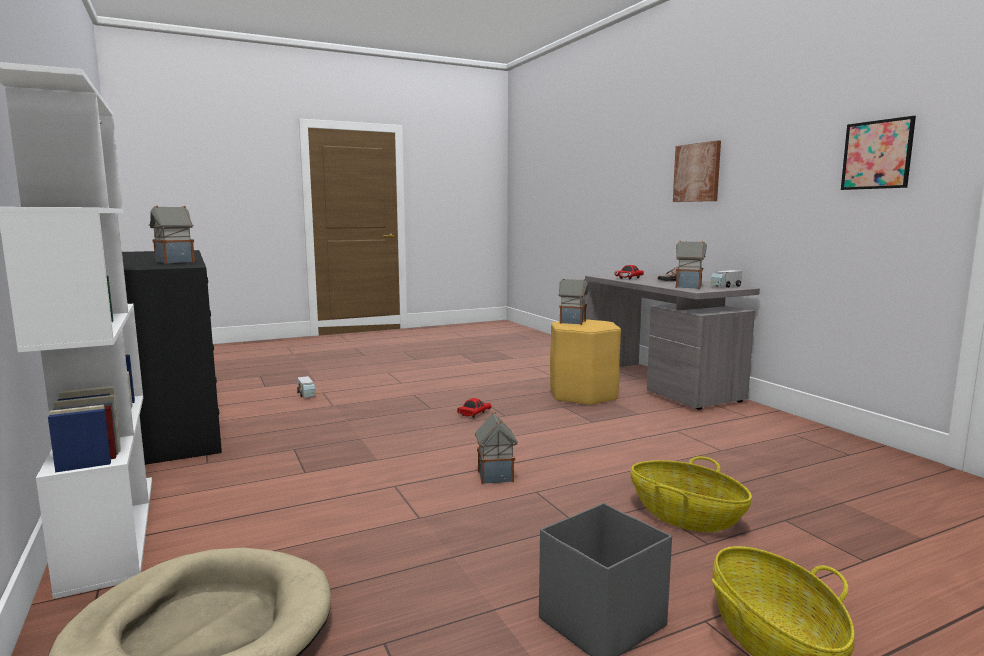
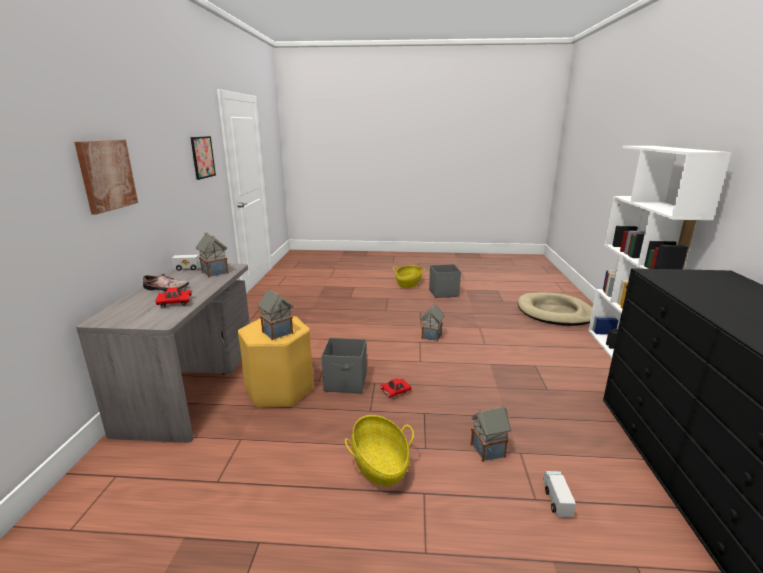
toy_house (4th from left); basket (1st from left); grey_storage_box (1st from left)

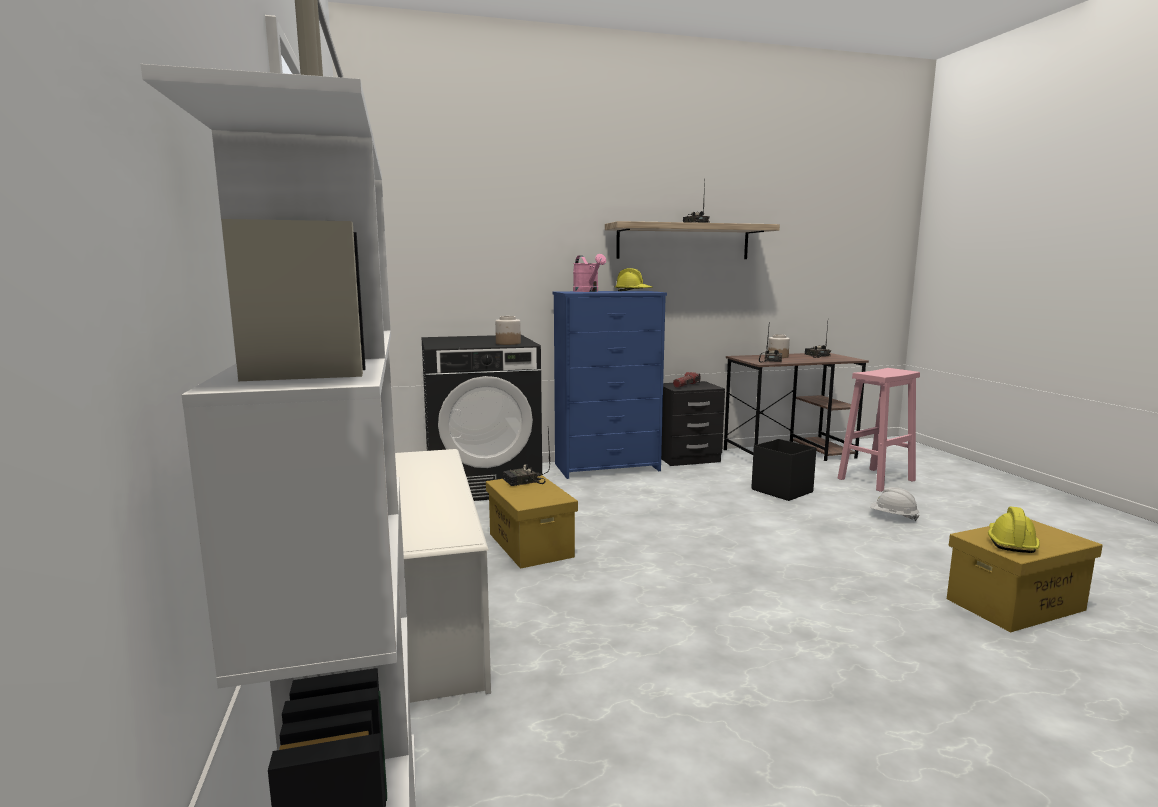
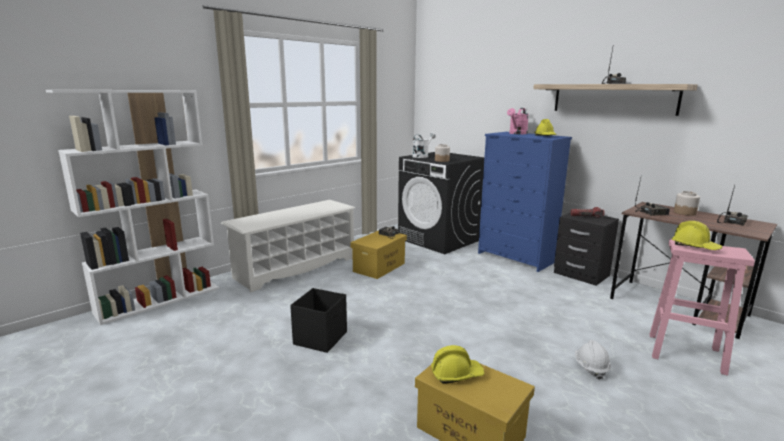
black_storage_box; white_watering_can; yellow_hard_hat (3rd from left)

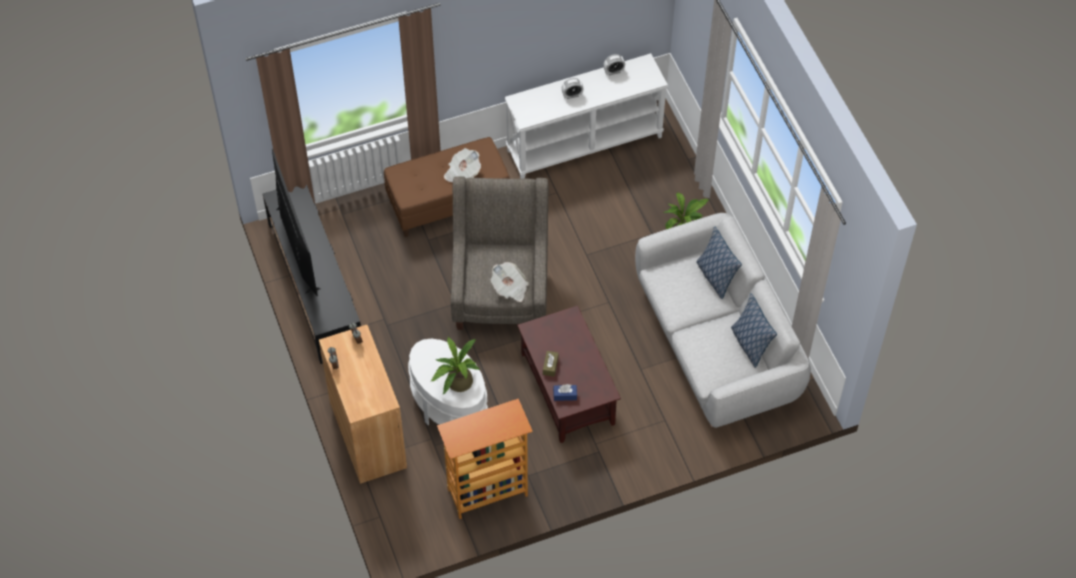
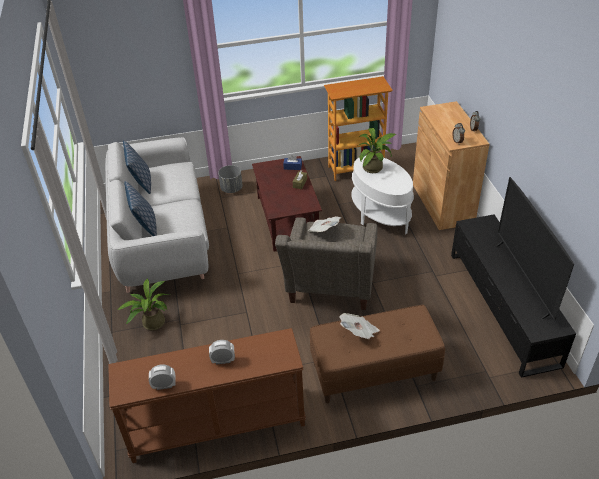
brown_console_table; grey_planter

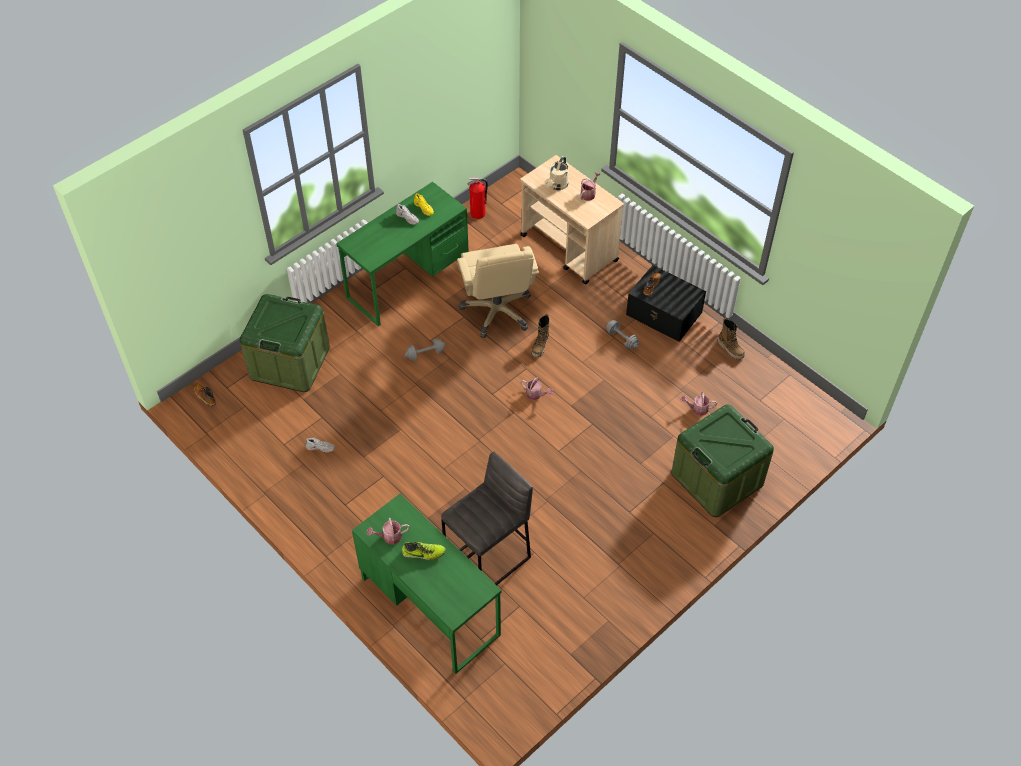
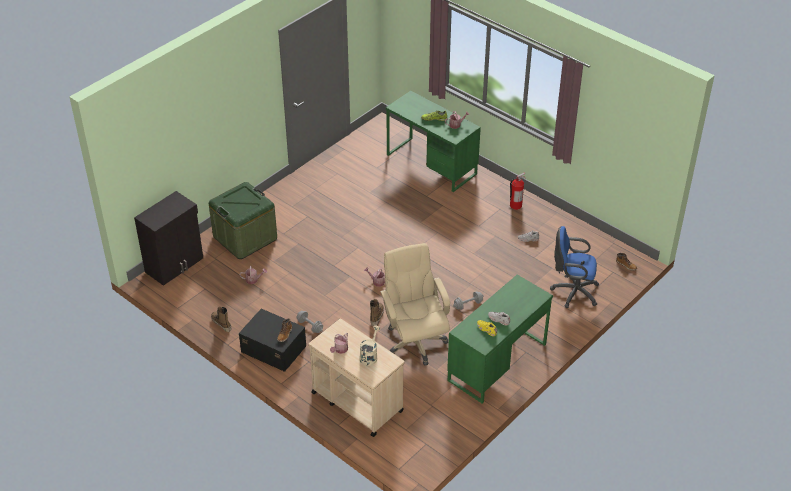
blue_office_chair; grey_stool; fire_extinguisher; black_cabinet

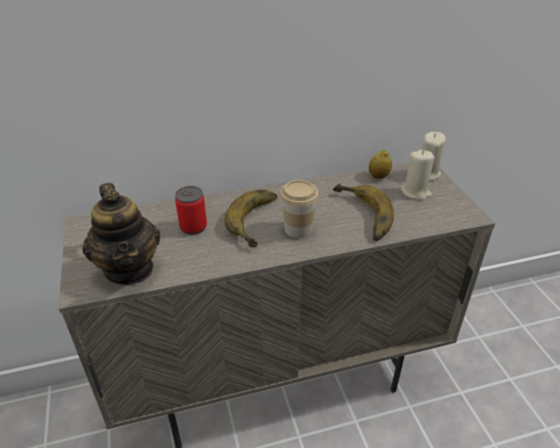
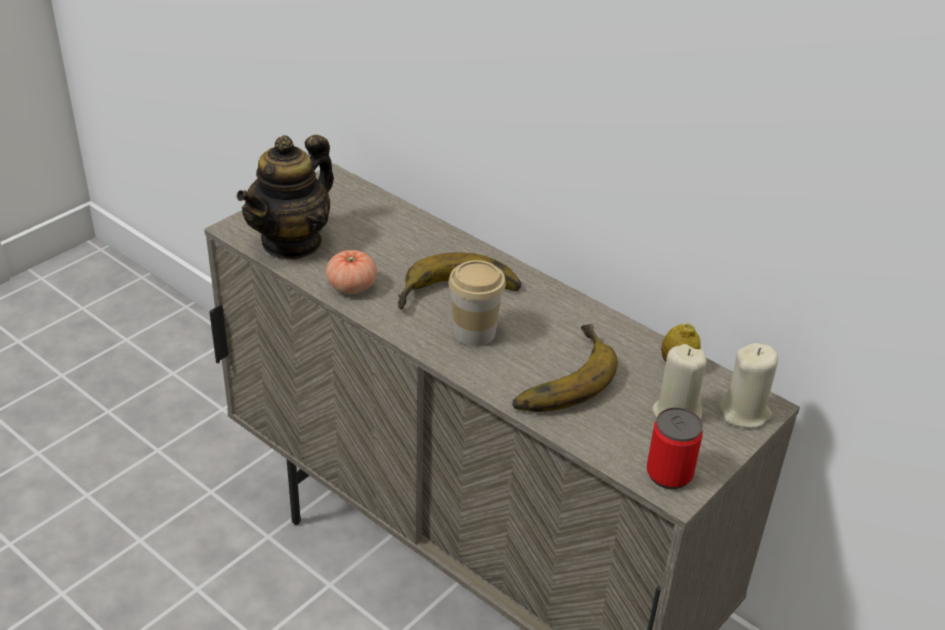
can; tomato

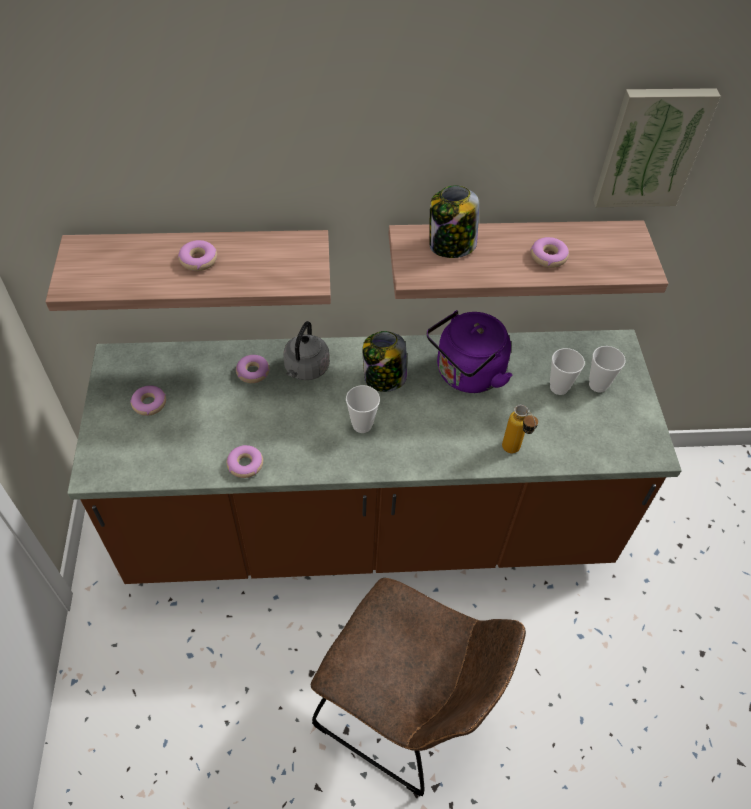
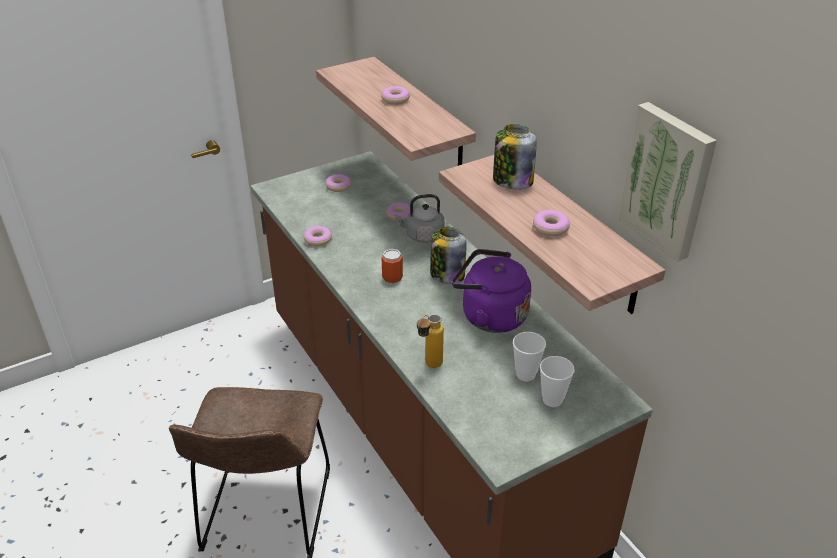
can

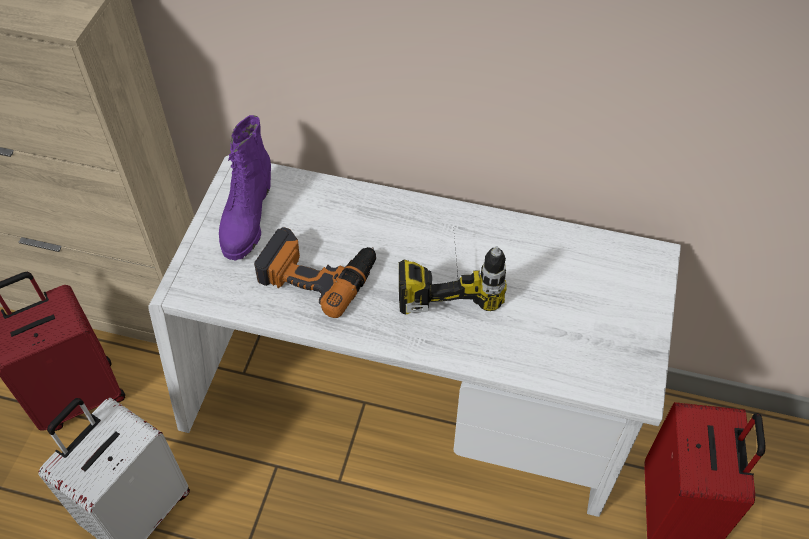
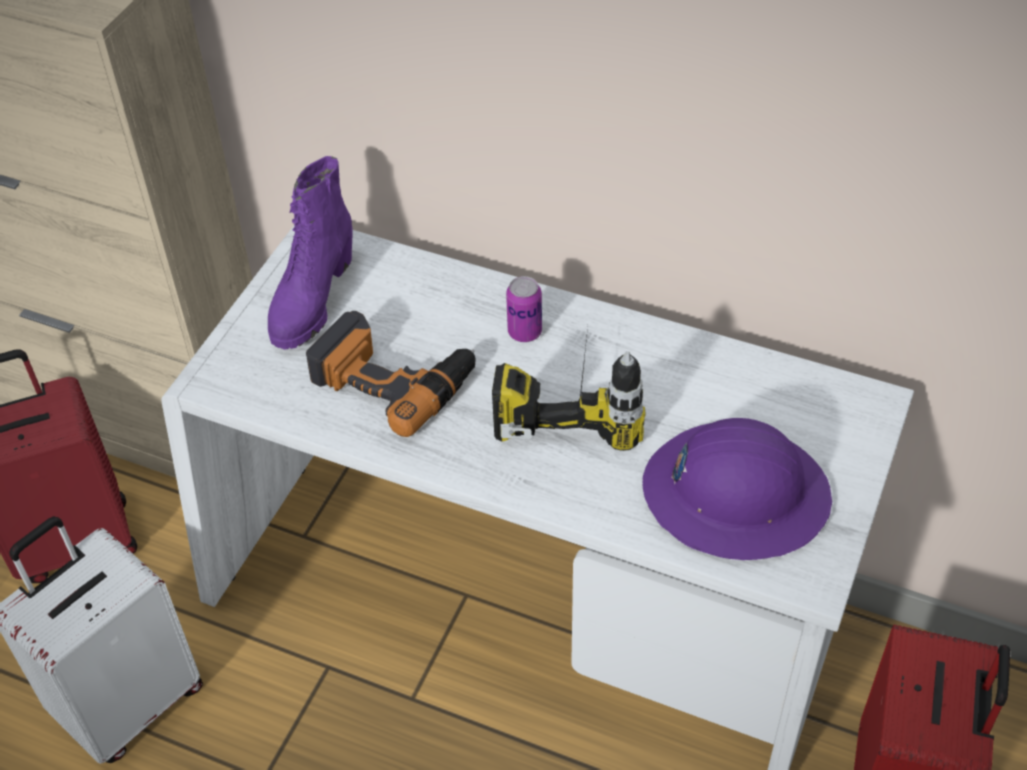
can; purple_hard_hat

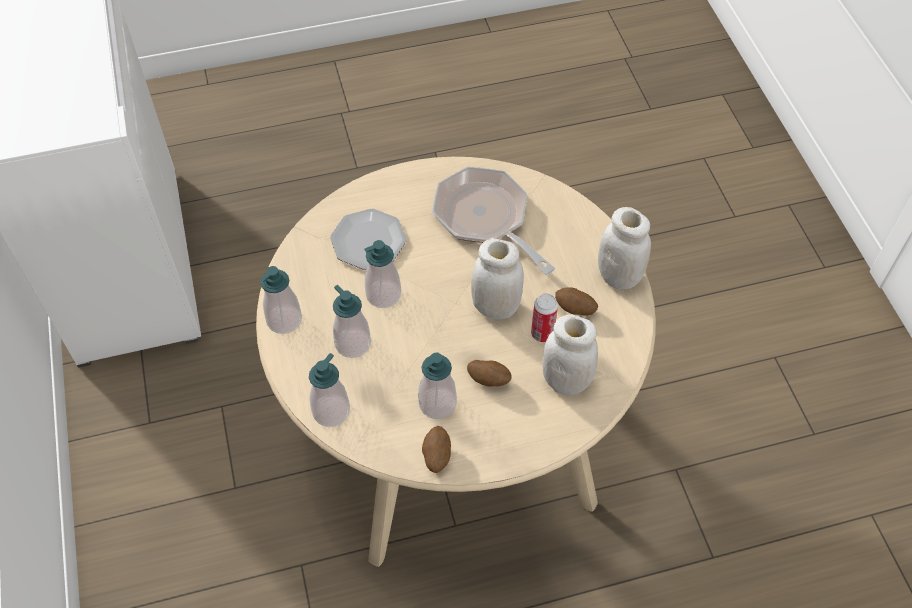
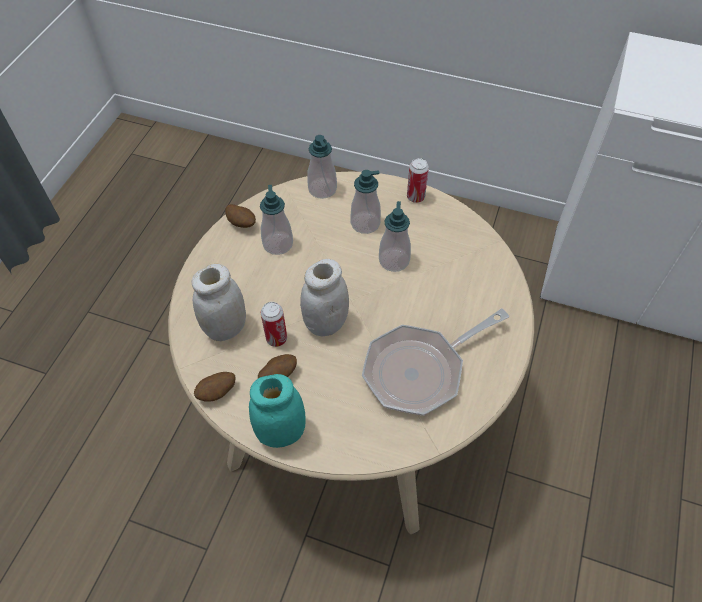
can (2nd from left); plate; frying_pan; potato (1st from left); turquoise_jar

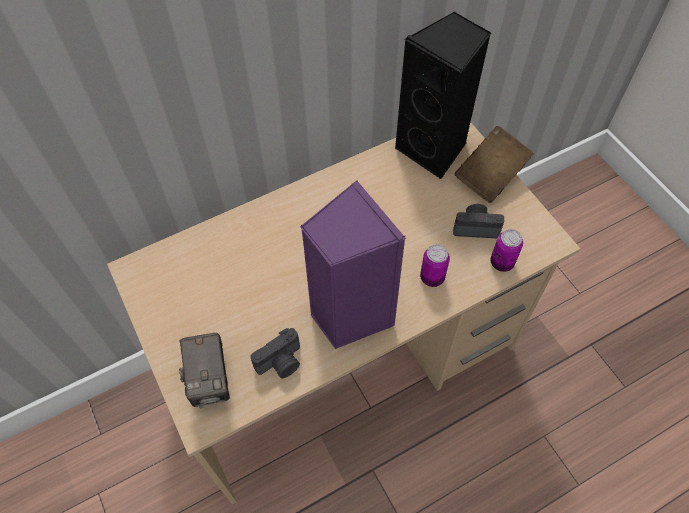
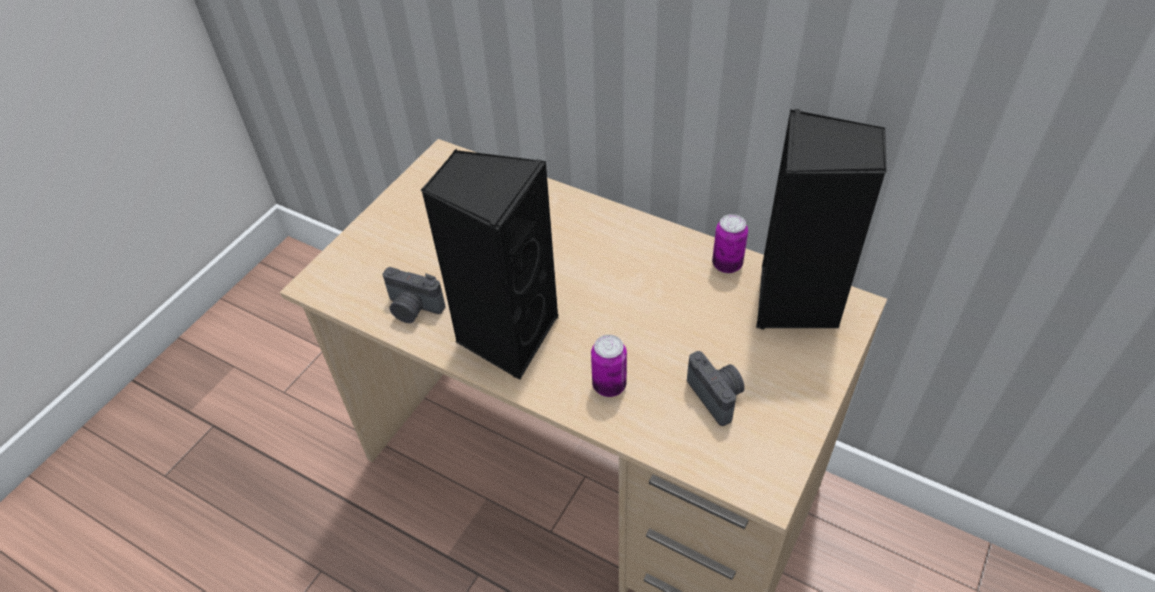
photo_camera (1st from left in the first image); black_speaker (1st from left); brown_book; can (2nd from left)

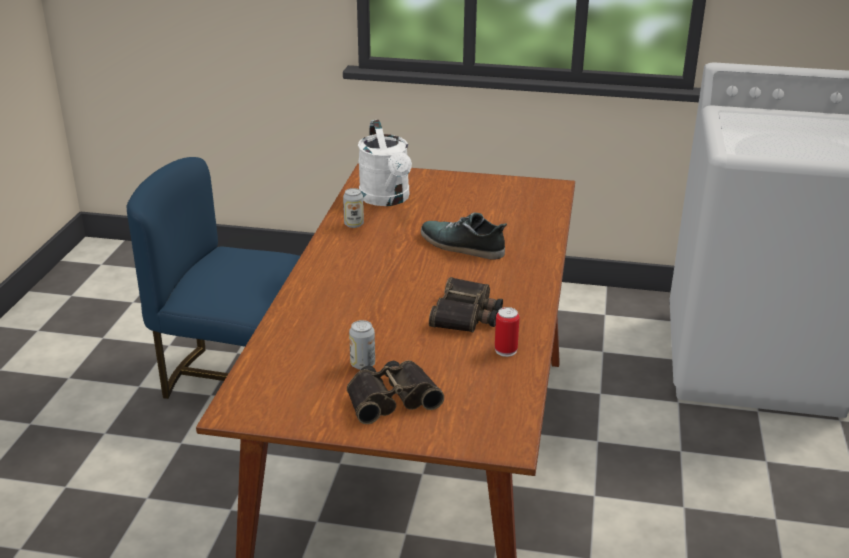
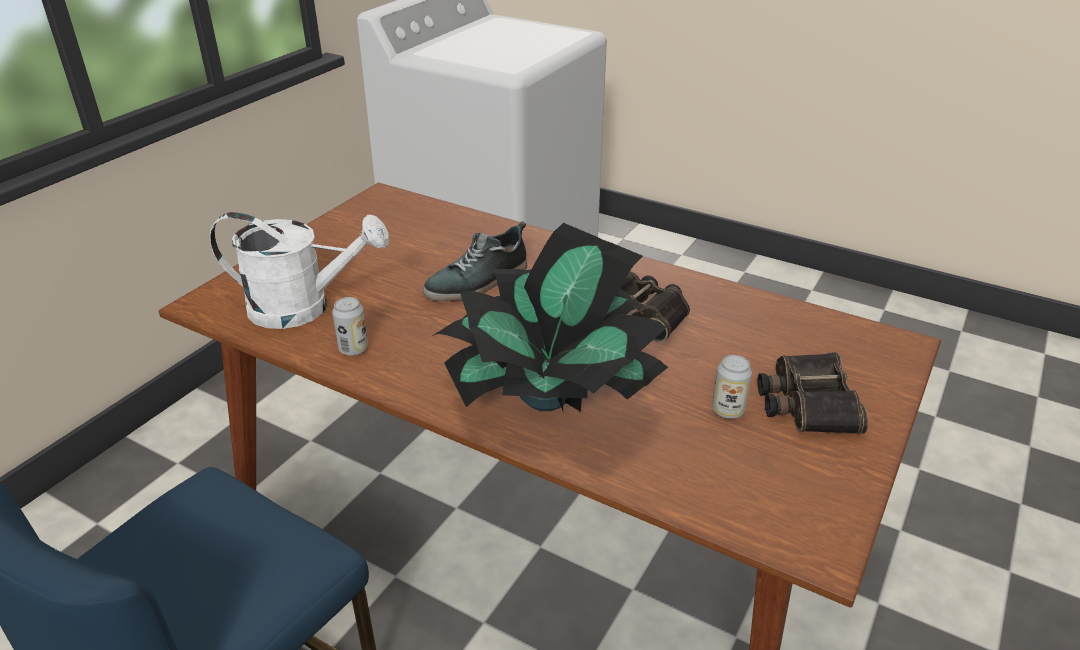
can (3rd from left in the first image); potted_plant

